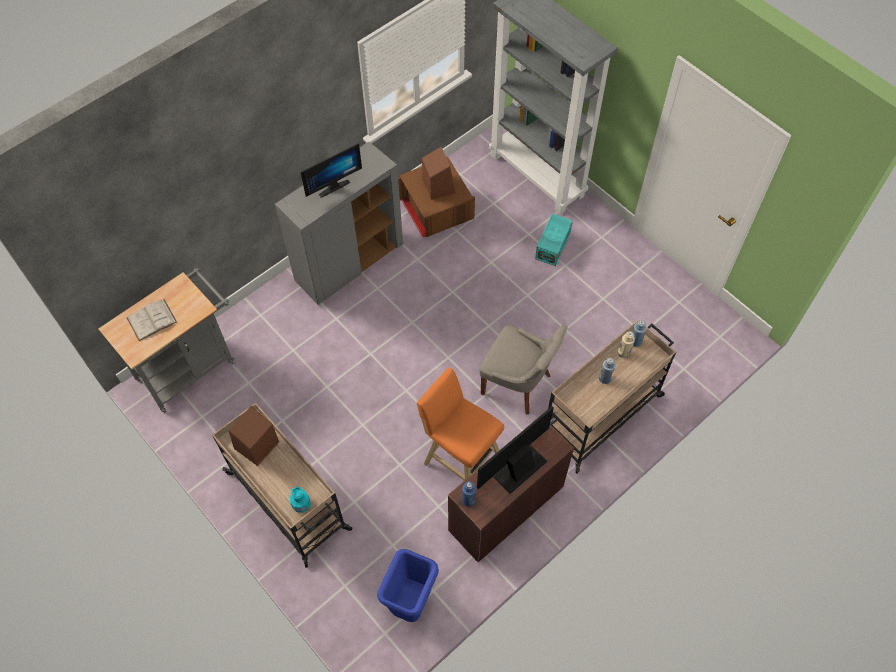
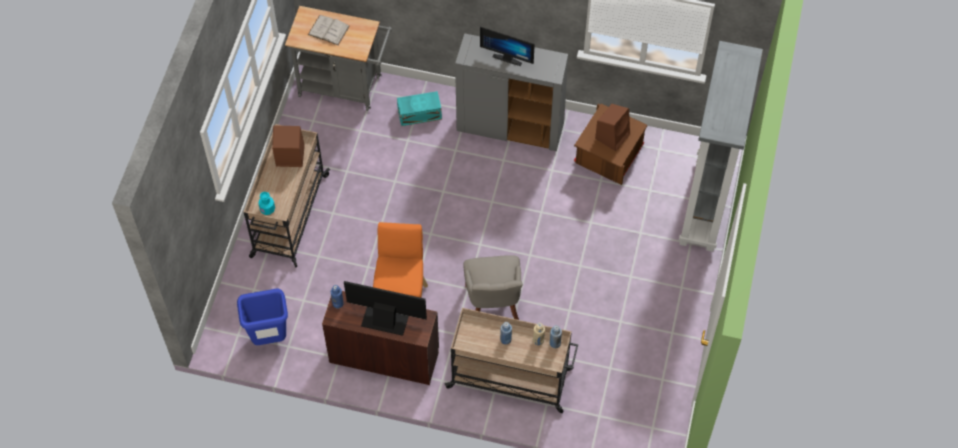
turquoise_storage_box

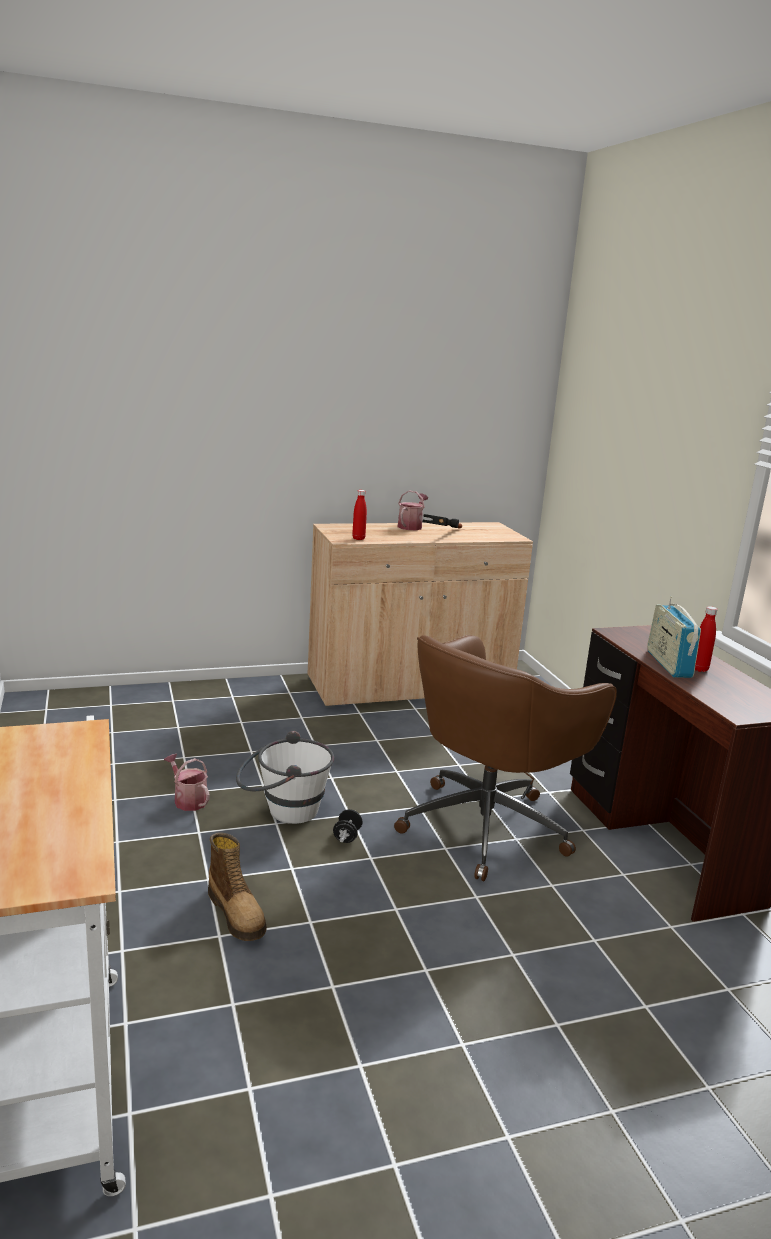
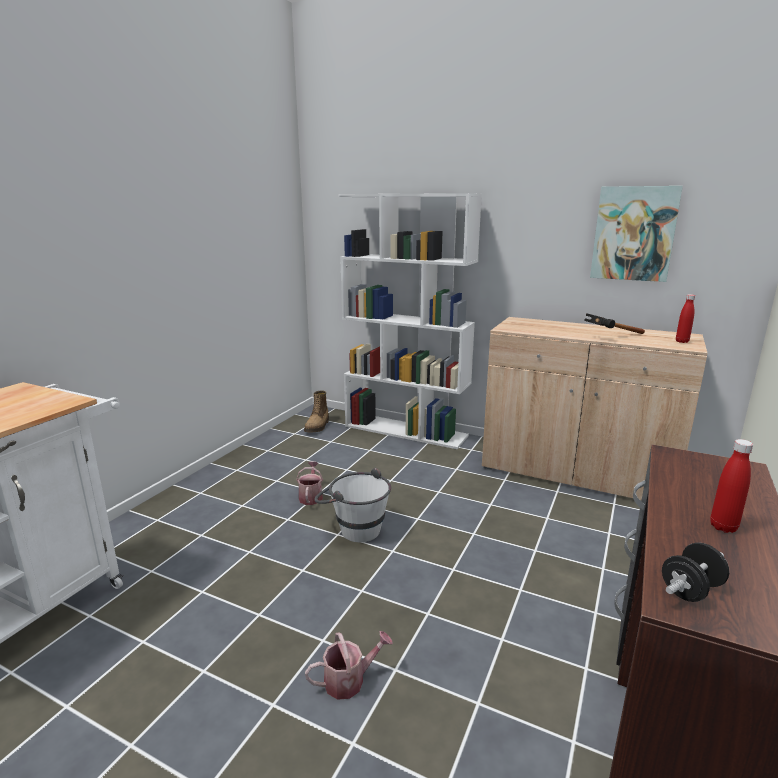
boot; black_dumbbell; red_bottle (1st from left); brown_office_chair; watering_can (2nd from left); radio; white_bookcase; picture

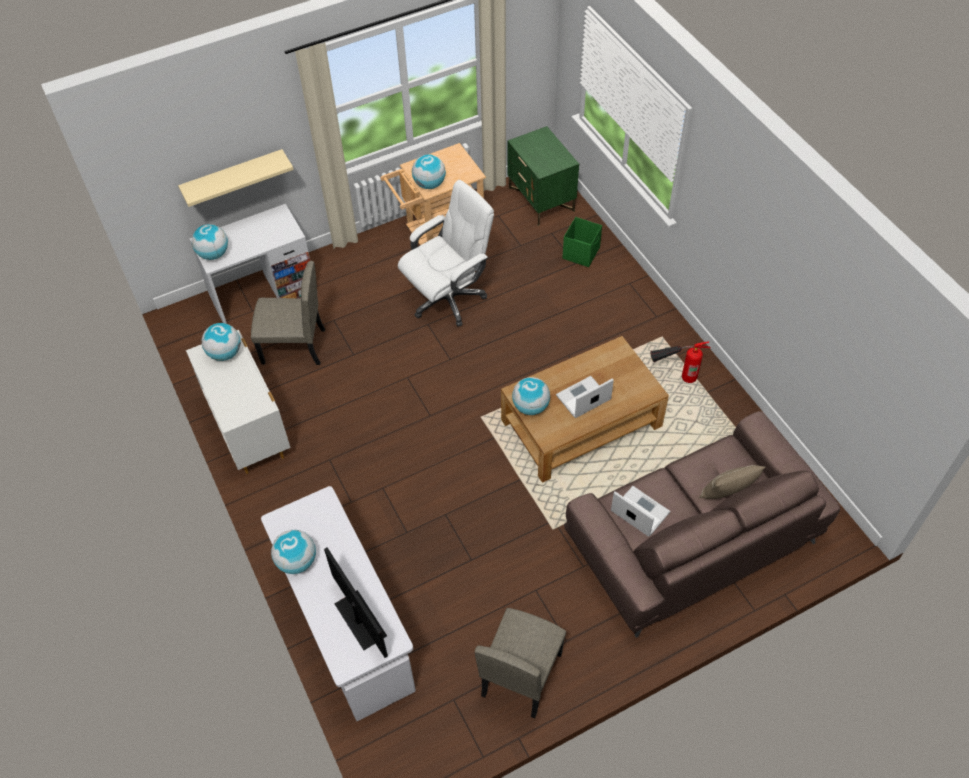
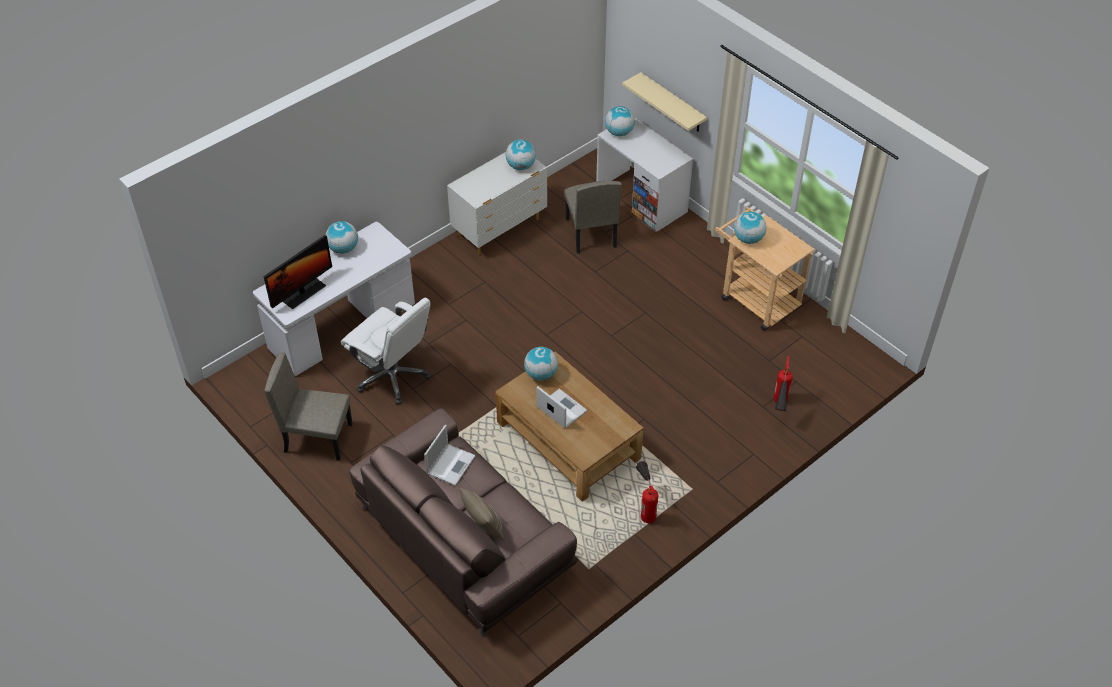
white_office_chair; green_nightstand; fire_extinguisher (2nd from left)

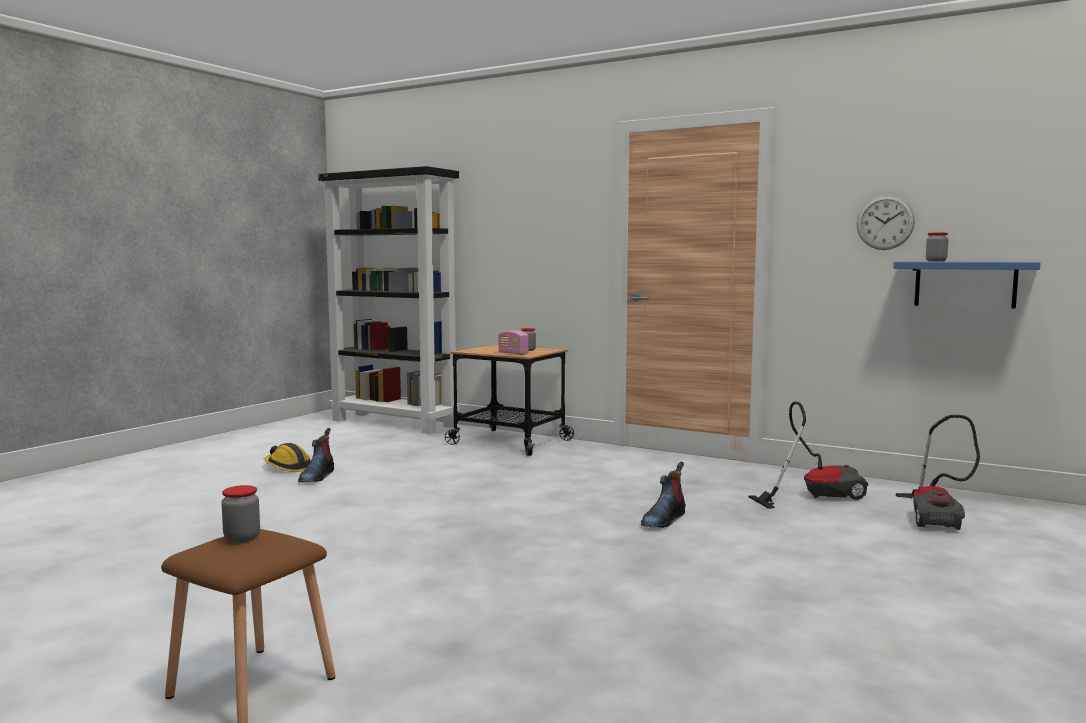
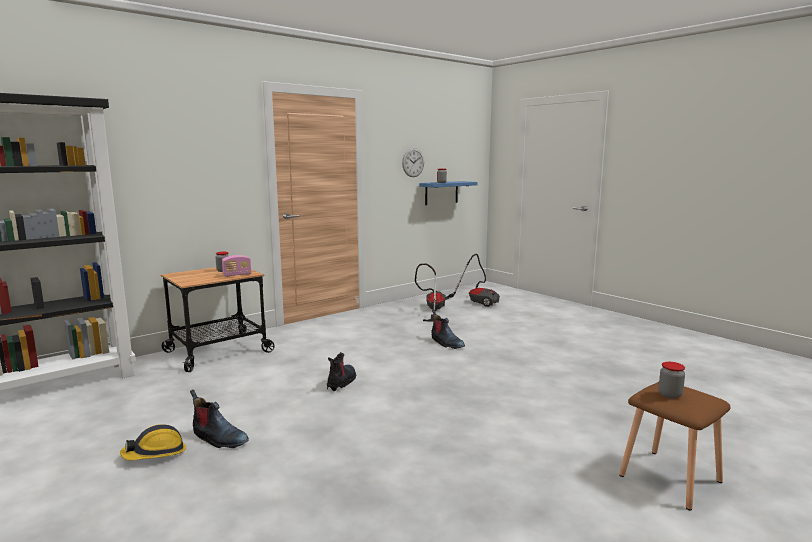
boot (2nd from left)

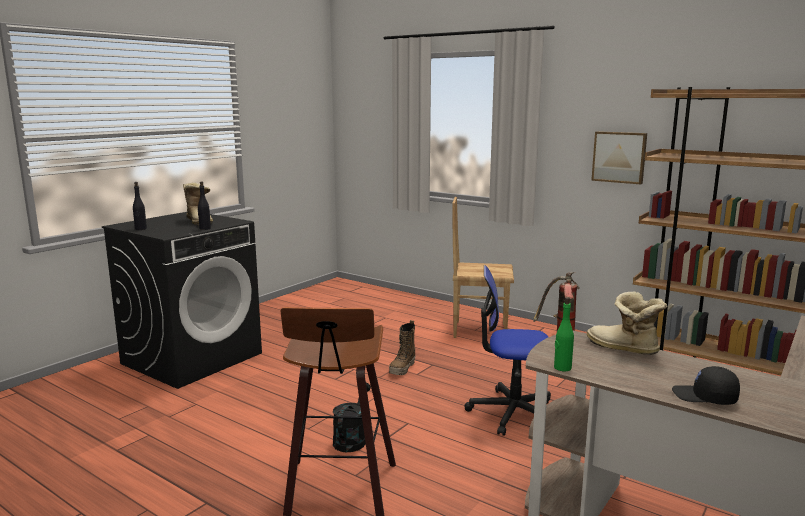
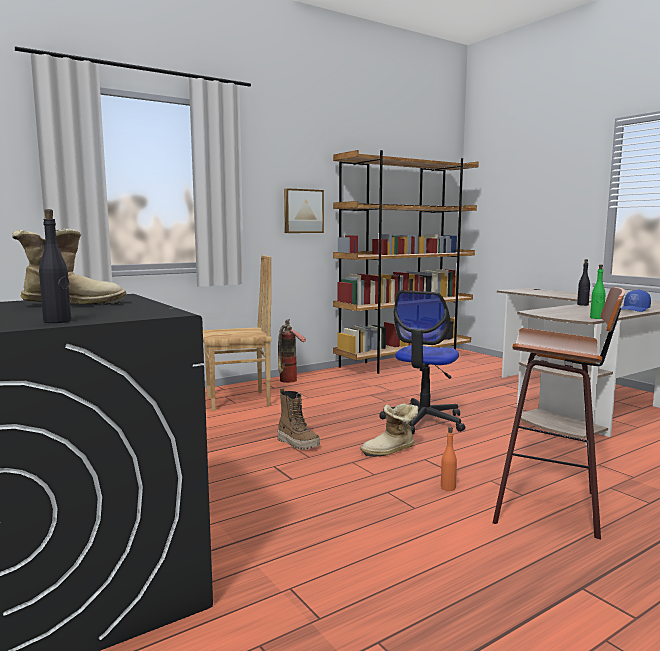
black_bottle (2nd from left); orange_bottle; brown_chair; boot (3rd from left); blue_cap

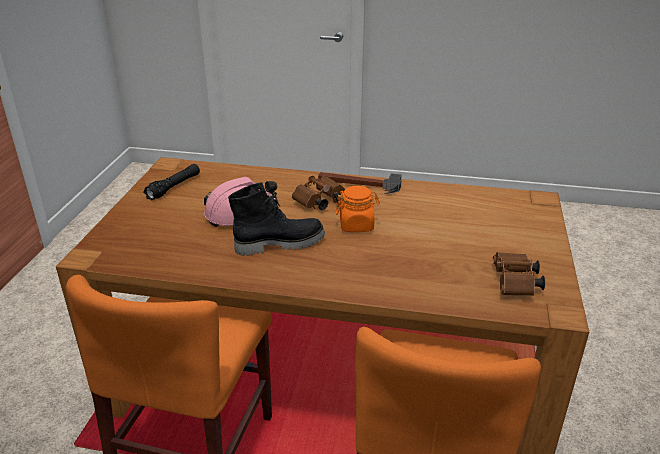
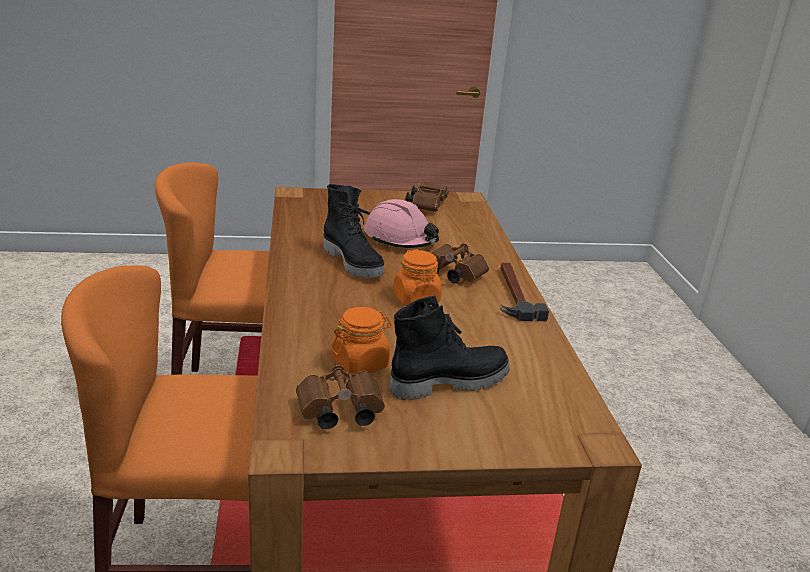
brown_binoculars (2nd from left); orange_jar (1st from left); black_boot (2nd from left)

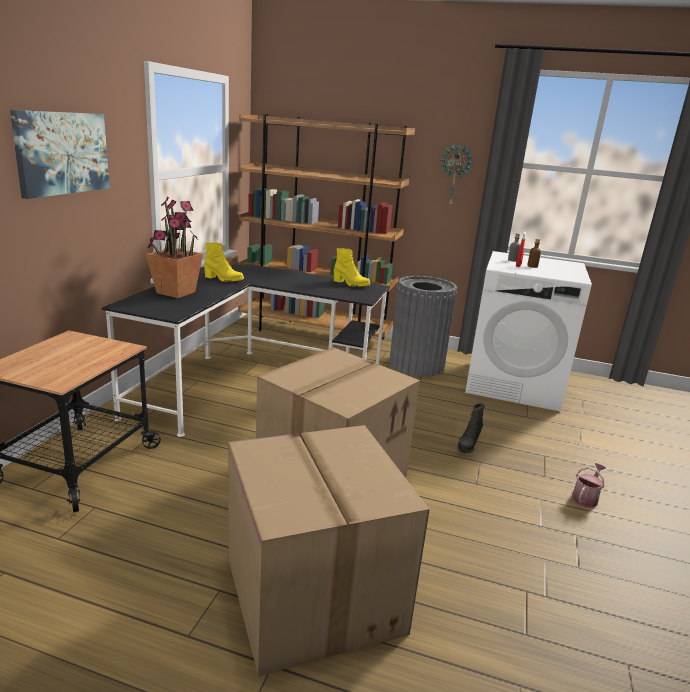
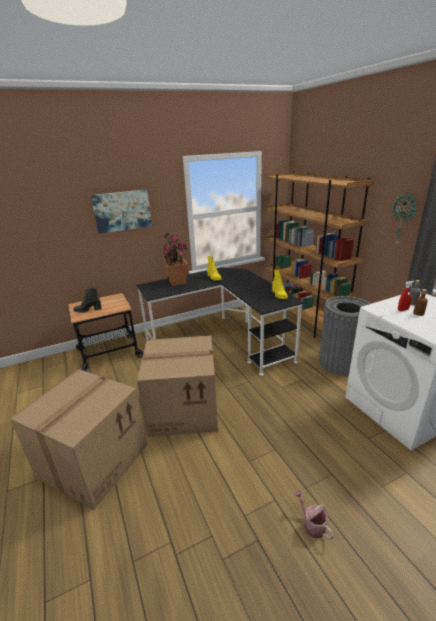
black_boot; watering_can

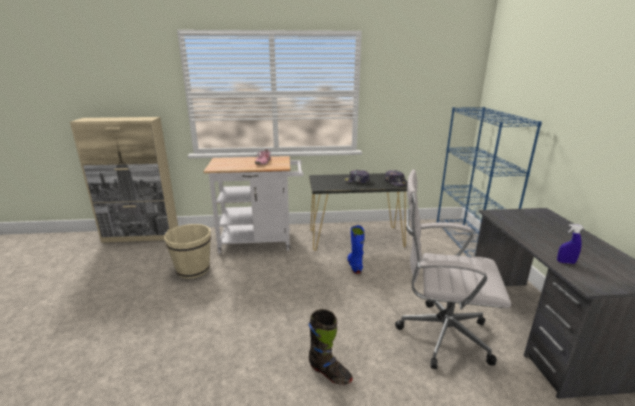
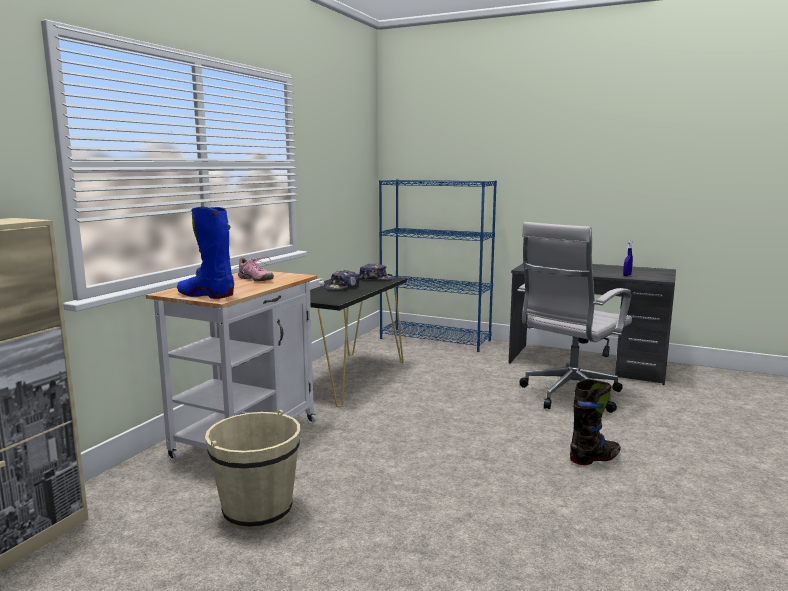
blue_boot

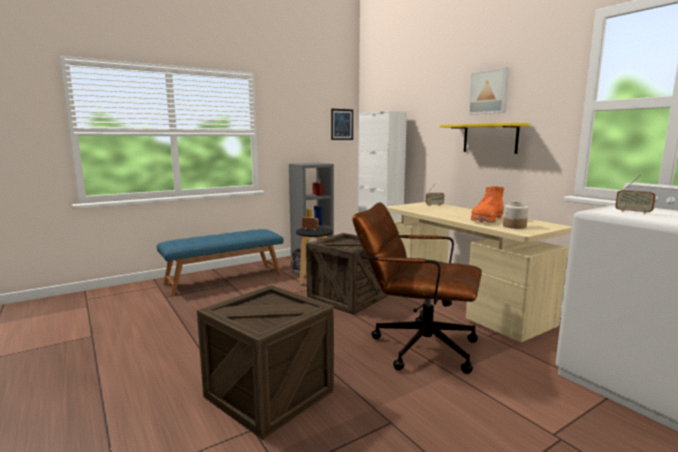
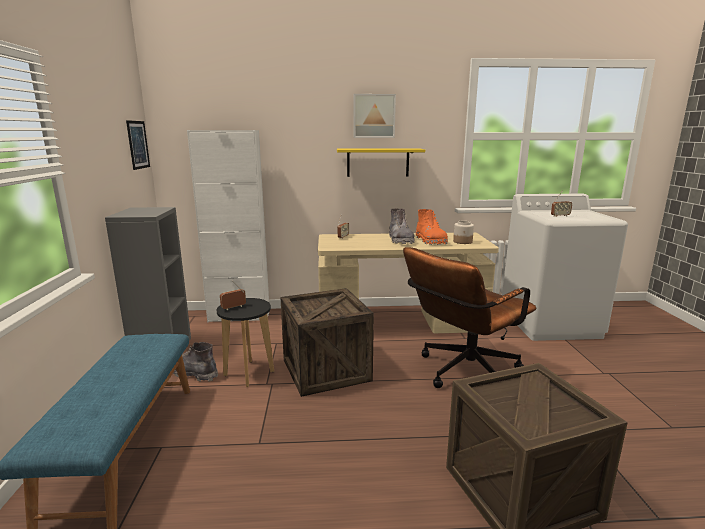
grey_boot (2nd from left)

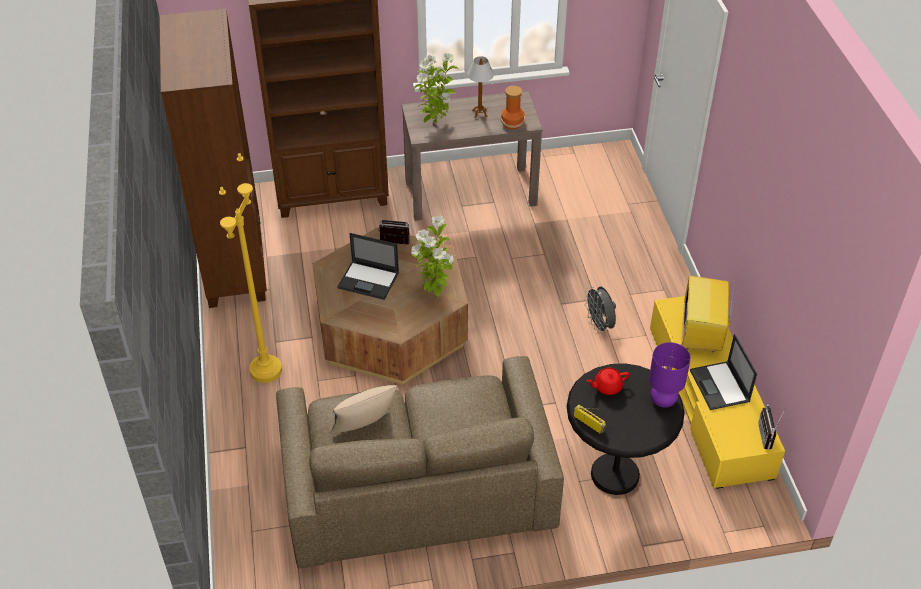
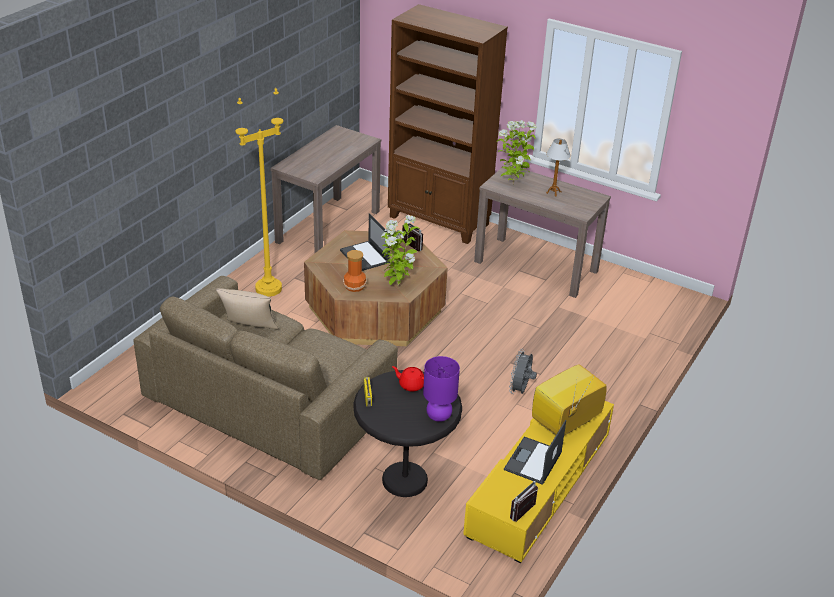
brown_console_table (1st from left); vase

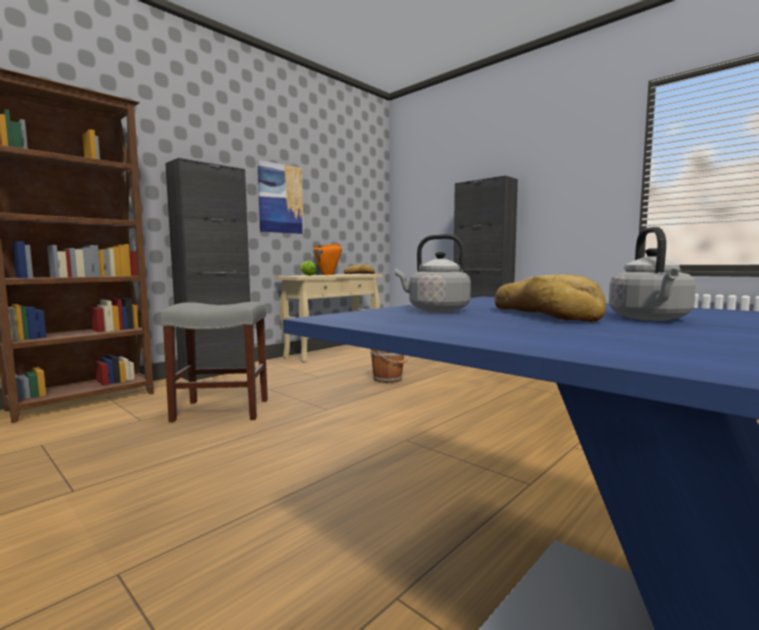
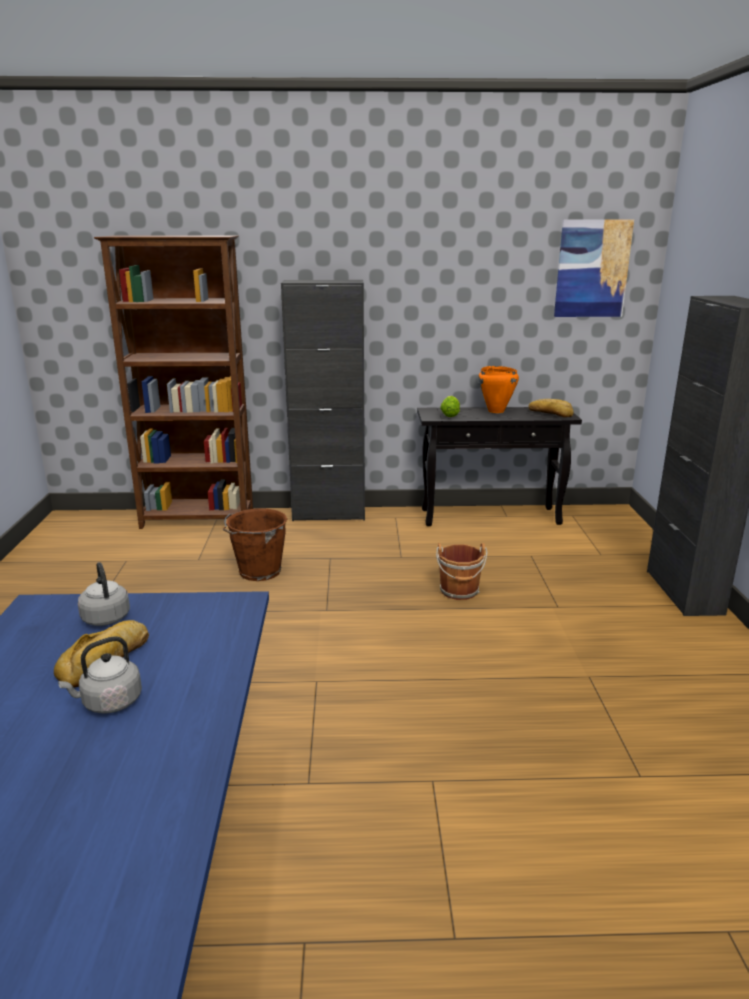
brown_bucket (1st from left); picture; black_console_table

